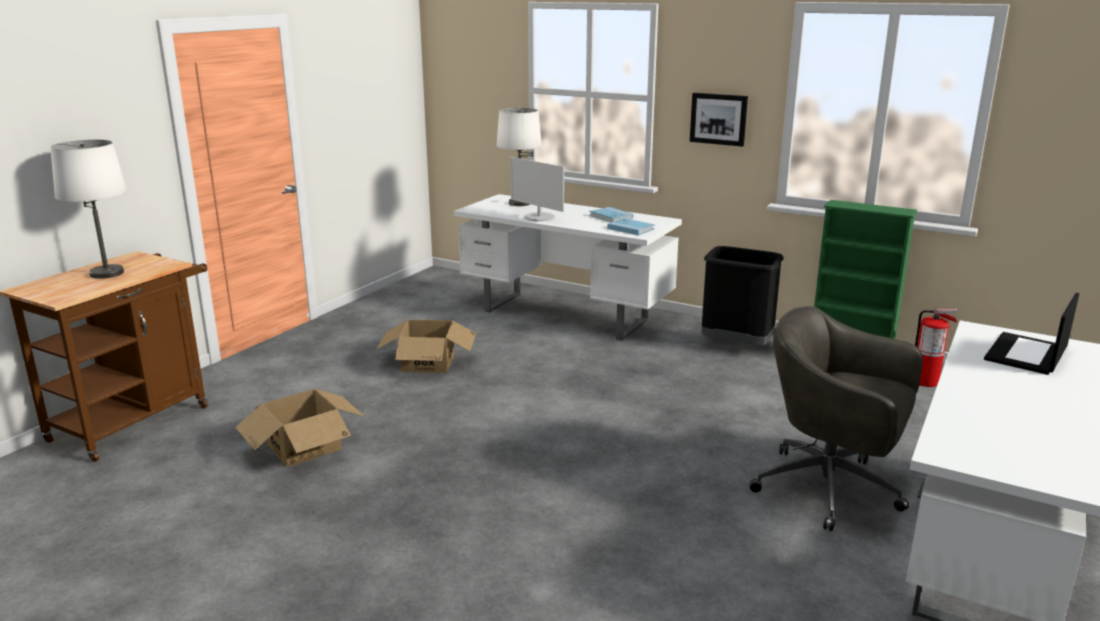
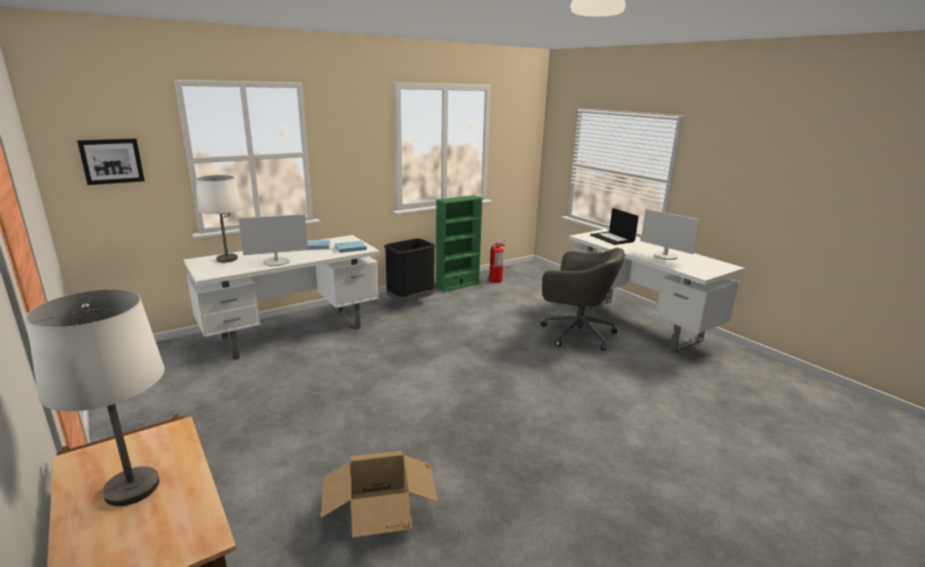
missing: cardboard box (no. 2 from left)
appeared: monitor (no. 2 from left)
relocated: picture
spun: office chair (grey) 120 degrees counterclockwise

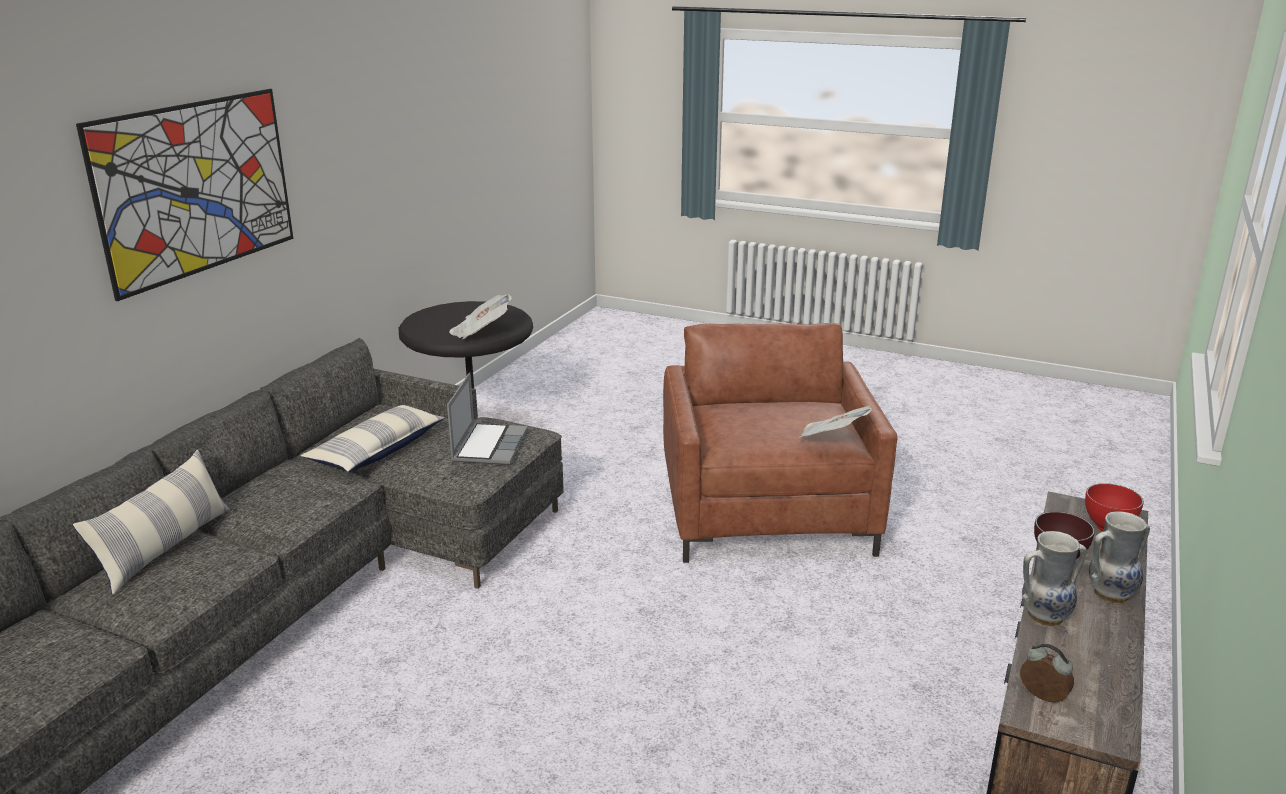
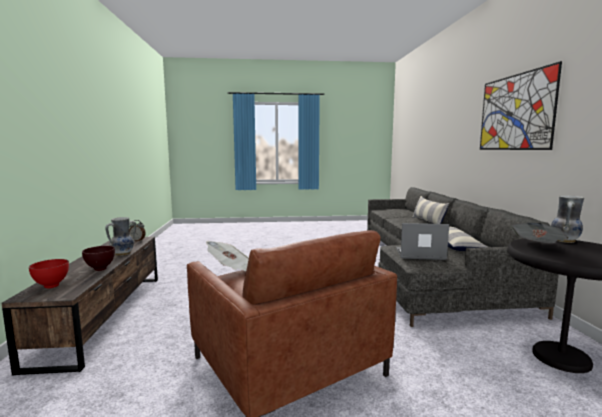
relocated: vase (no. 2 from left)
spun: laptop 120 degrees clockwise

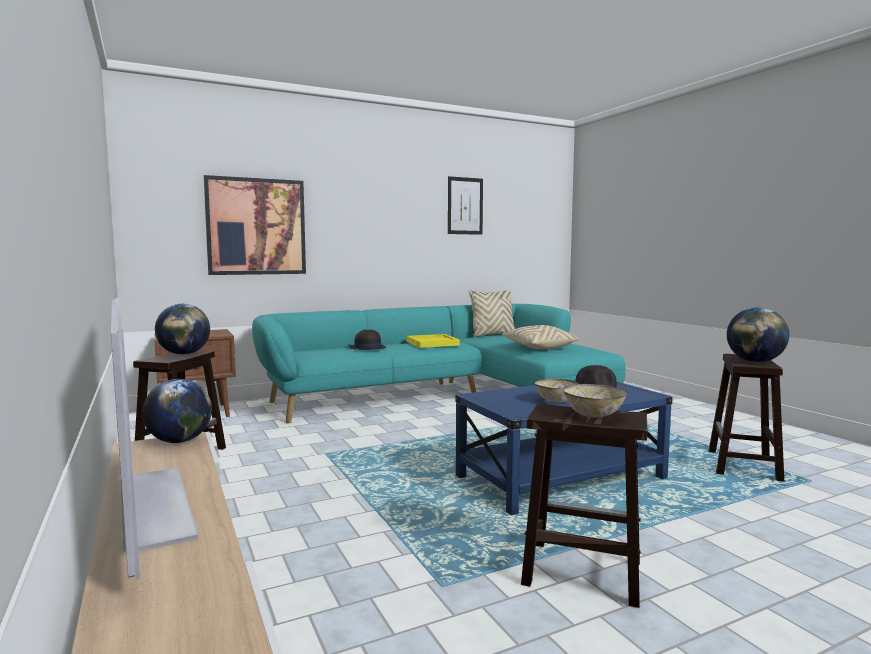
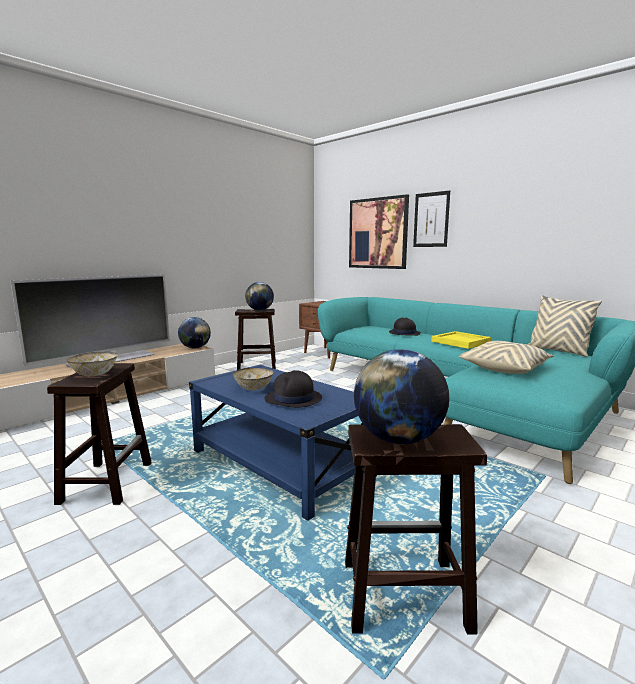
relocated: picture (no. 2 from left)

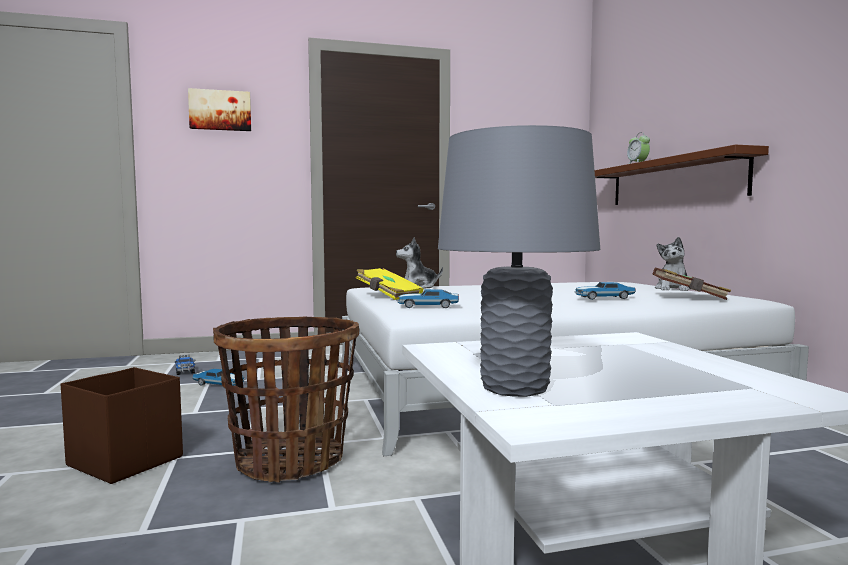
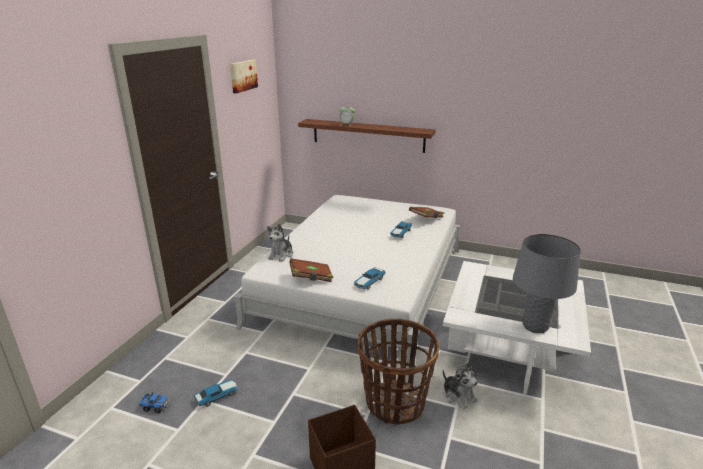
relocated: picture; plush toy (no. 2 from left)
colour: book (yellow) to book (brown) (no. 1 from left)

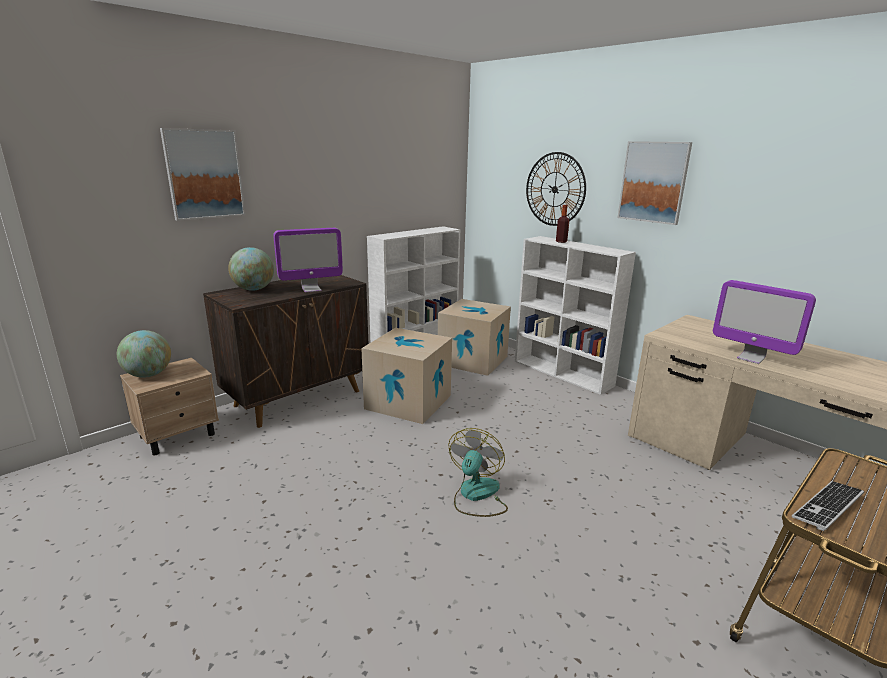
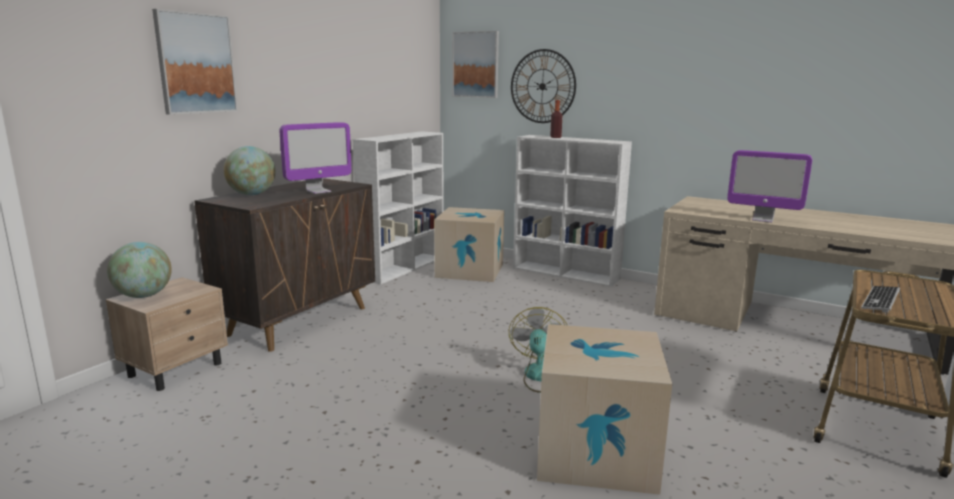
relocated: cardboard box (no. 1 from left in the first image) to cardboard box (no. 2 from left); picture (no. 2 from left)

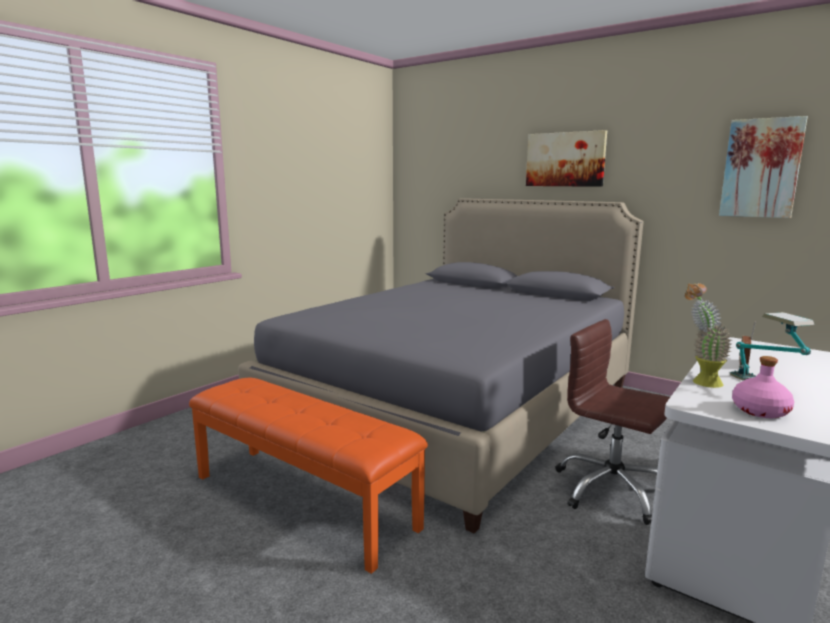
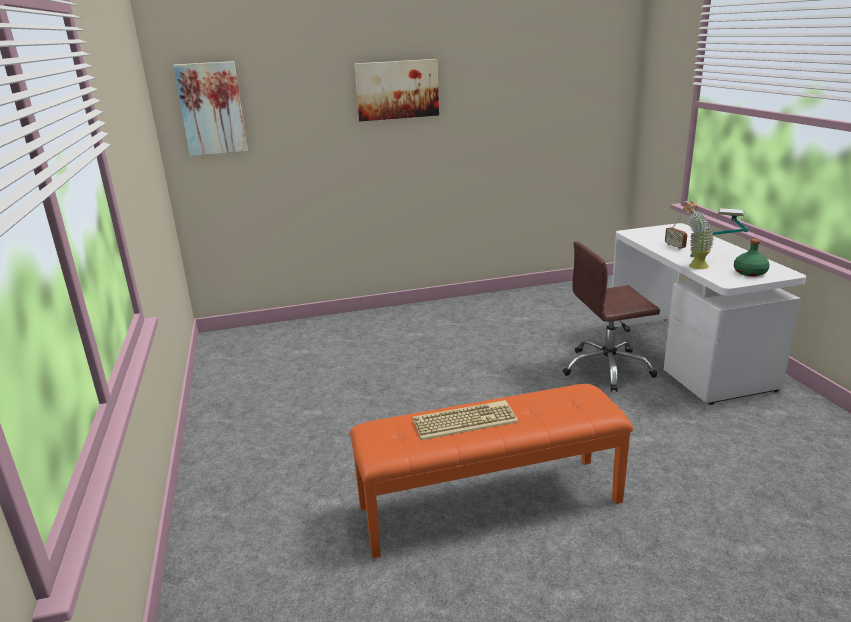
missing: bed (grey)
appeared: keyboard
relocated: picture (no. 2 from left in the first image) to picture (no. 1 from left)
colour: bottle (pink) to bottle (green)

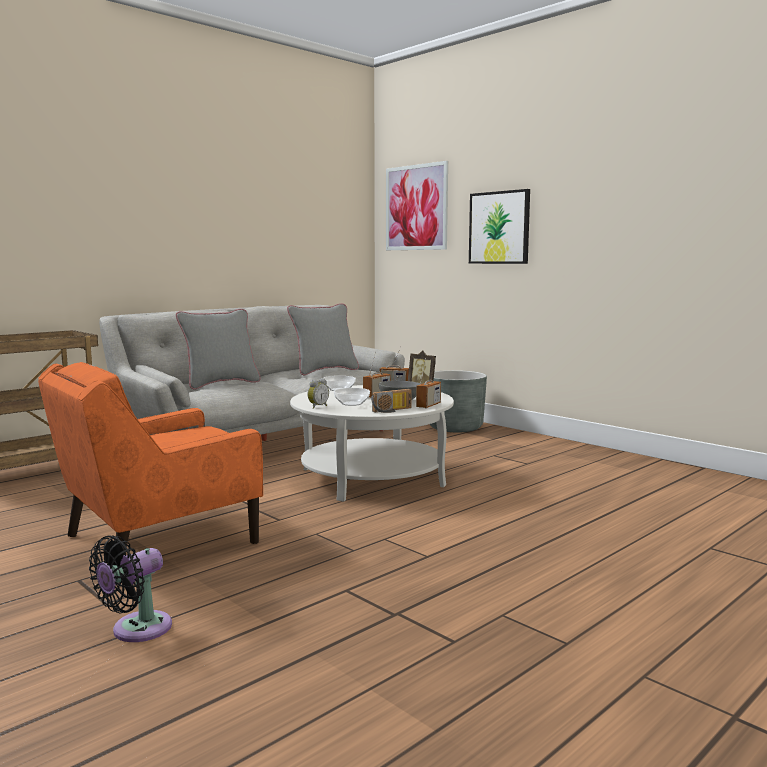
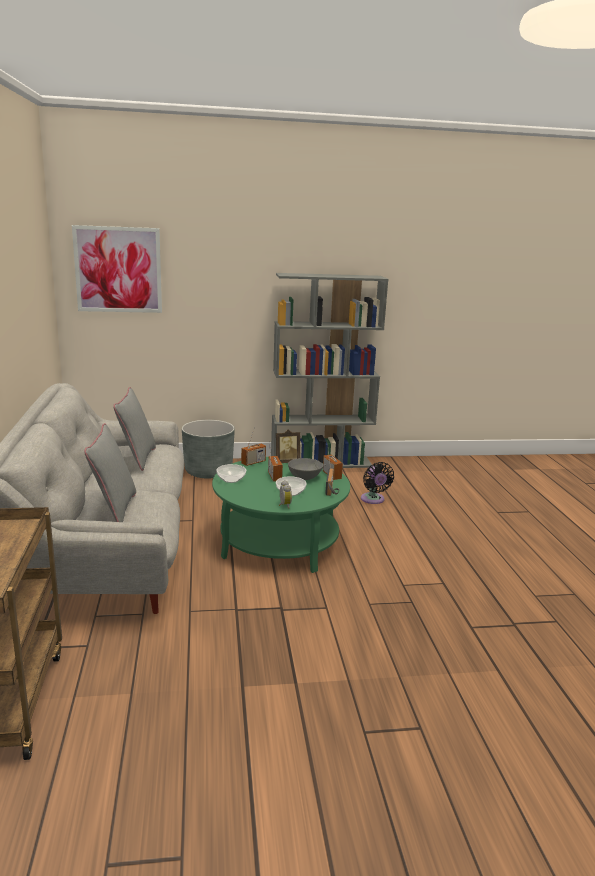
missing: armchair (orange); picture (no. 2 from left)
appeared: bookcase (grey)
relocated: fan (black)
colour: coffee table (white) to coffee table (green)

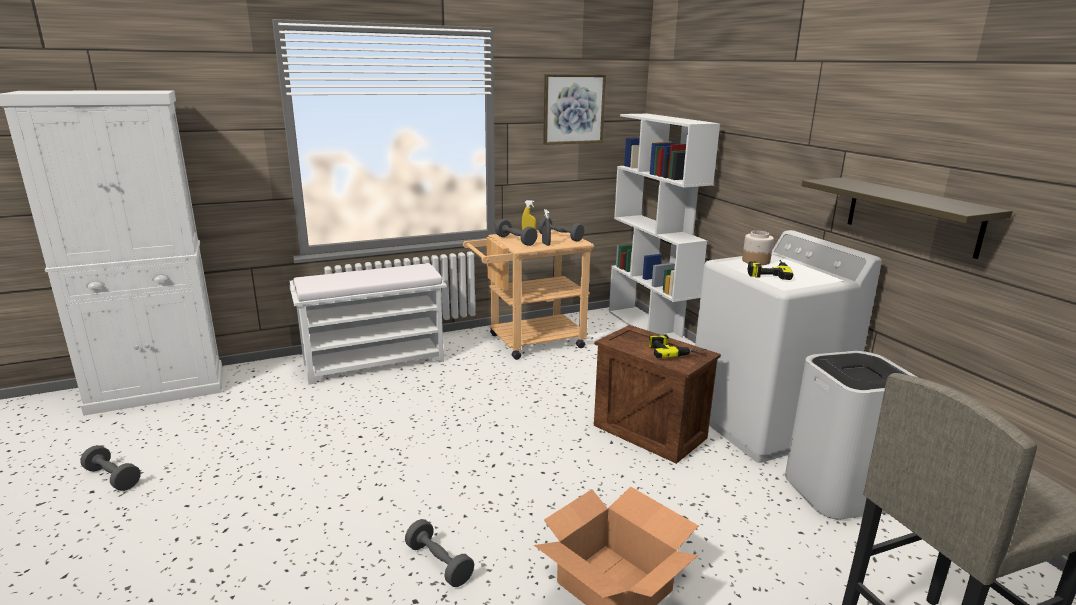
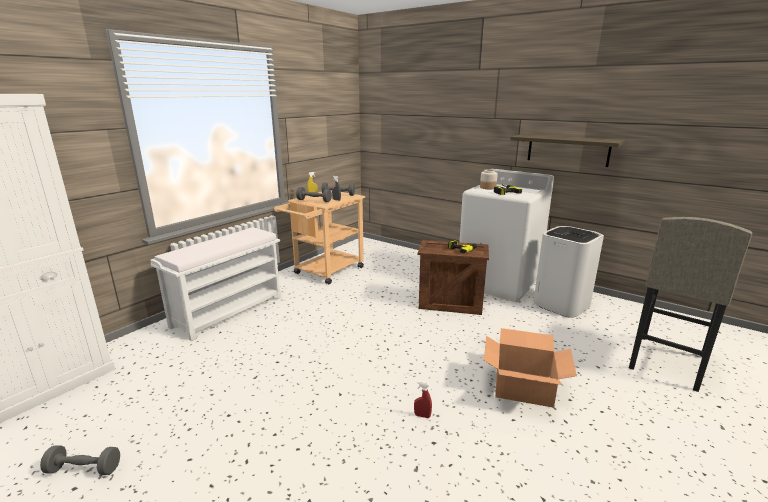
missing: picture; bookcase (white)
exchanged: dumbbell (grey) (no. 2 from left) to spray bottle (red)

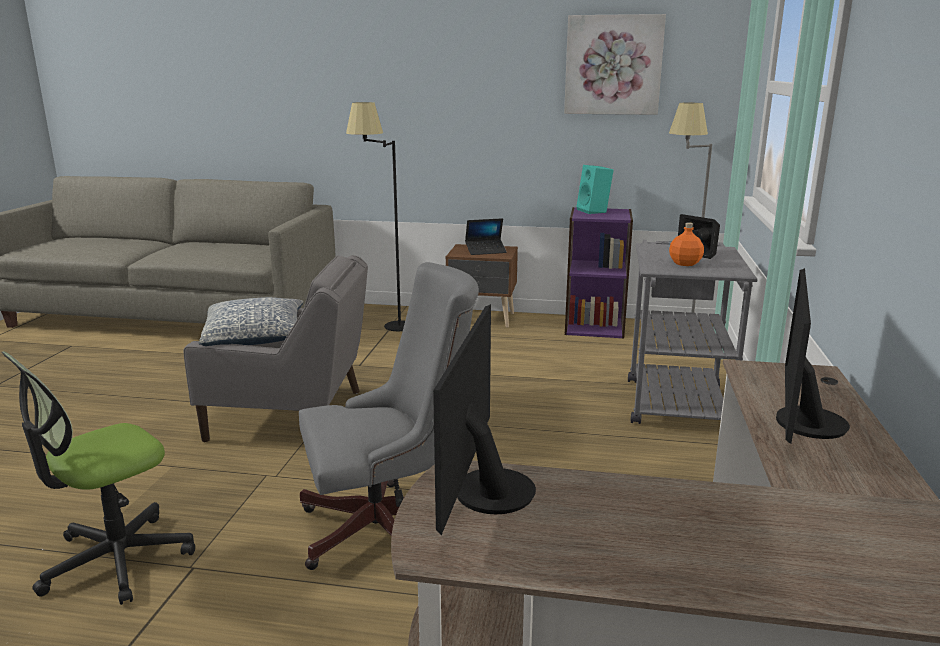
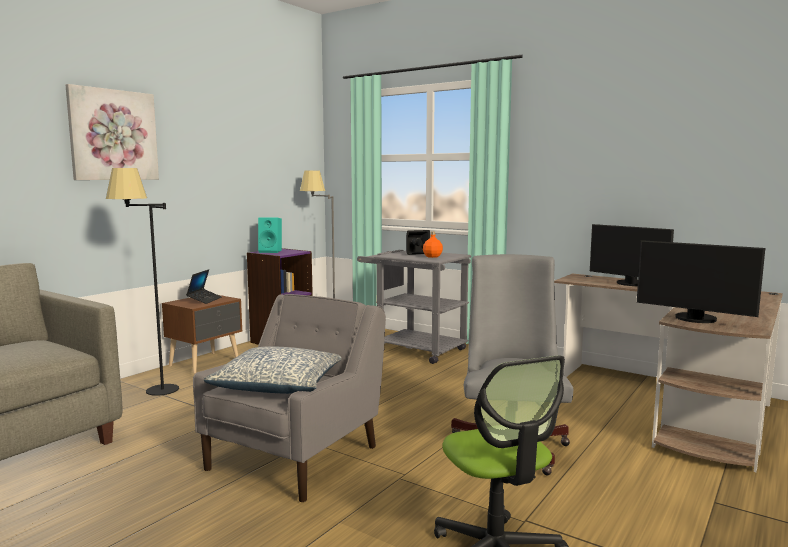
relocated: picture

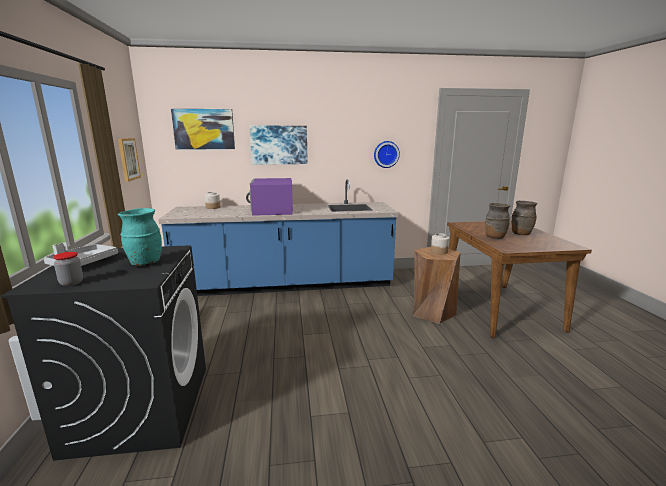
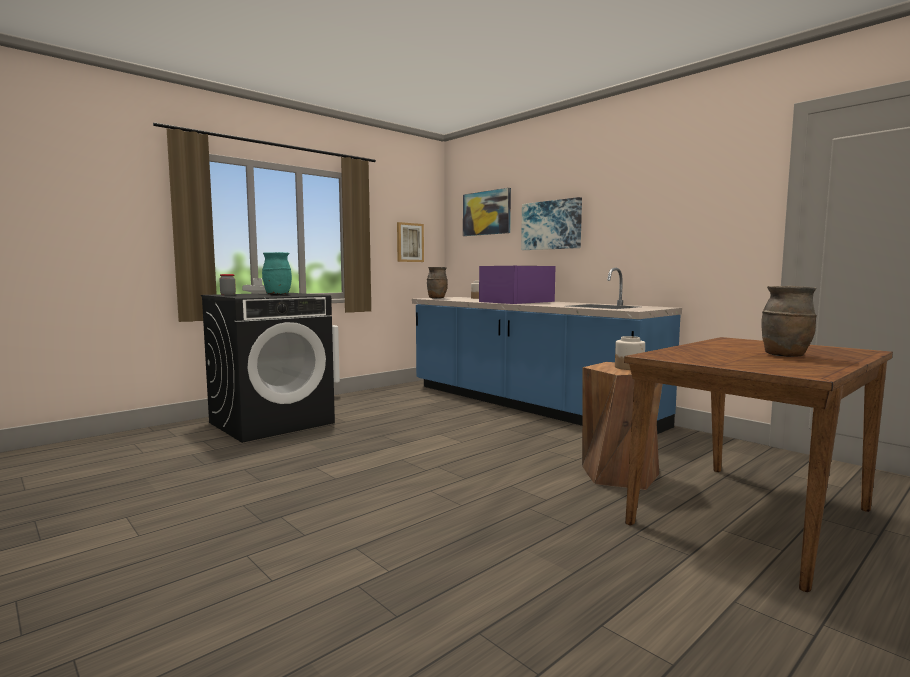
missing: wall clock
relocated: vase (brown) (no. 1 from left)

